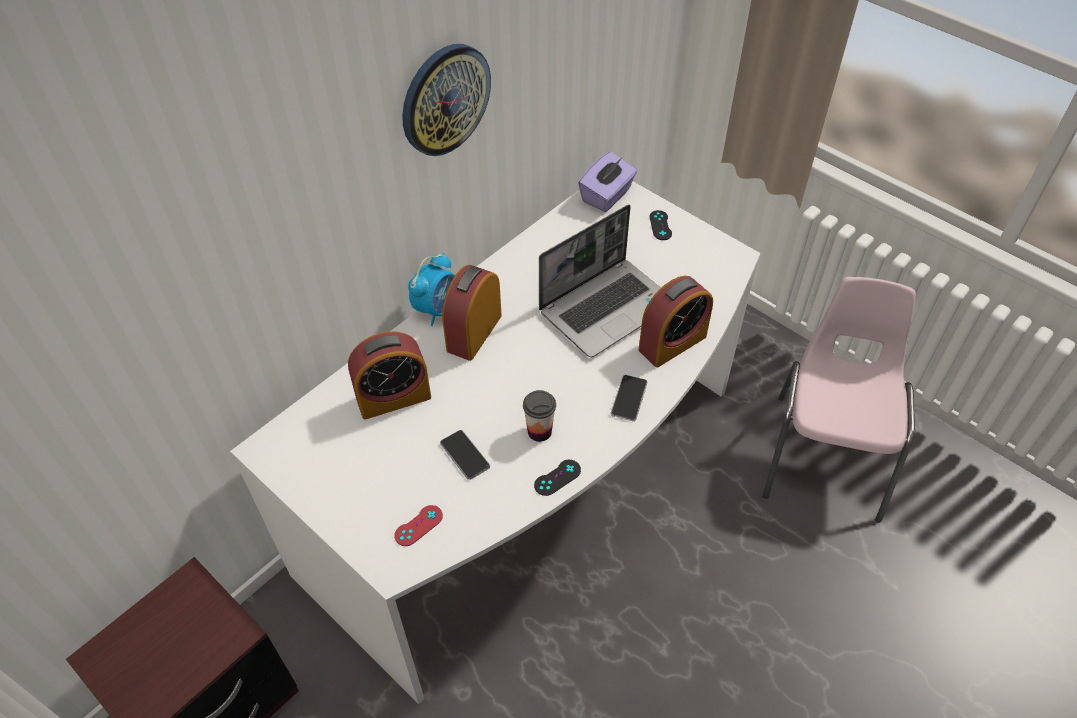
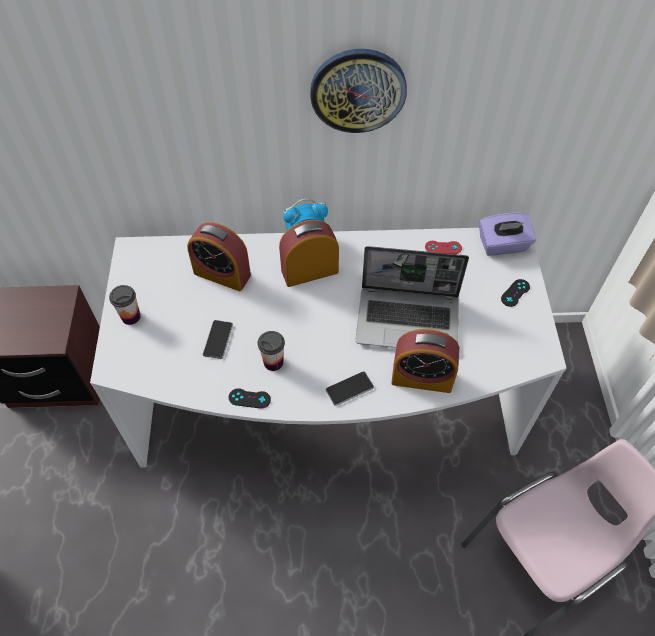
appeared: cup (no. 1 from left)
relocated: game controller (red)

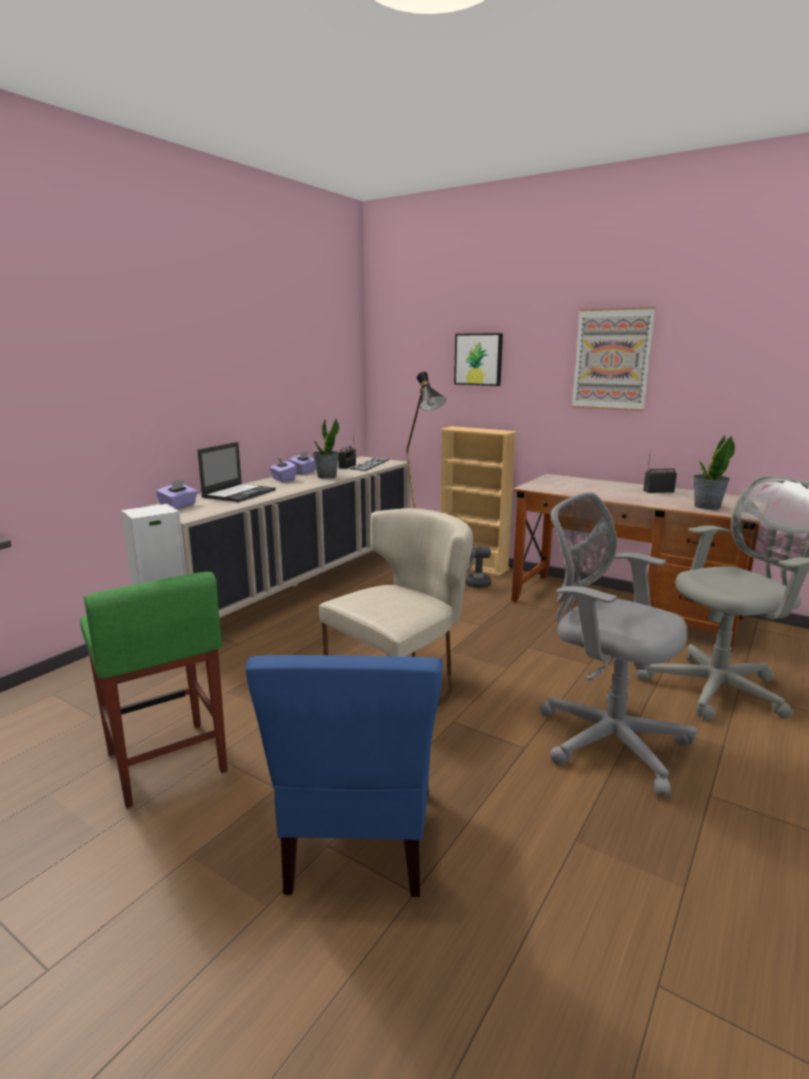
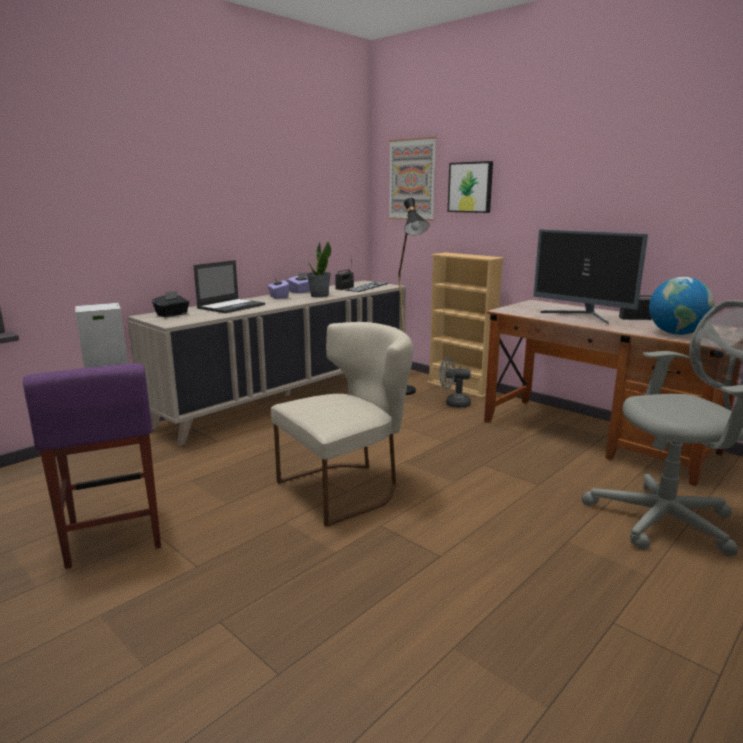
missing: chair (blue); office chair (grey) (no. 1 from left)
appeared: monitor
relocated: picture (no. 2 from left in the first image) to picture (no. 1 from left)
exchanged: potted plant (no. 2 from left) to globe
colour: stool (green) to stool (purple); tissue box (purple) (no. 1 from left) to tissue box (black)

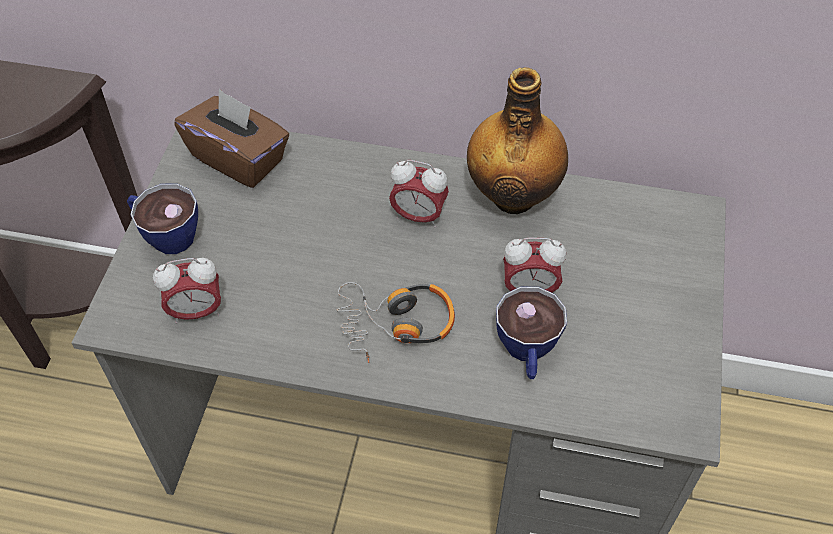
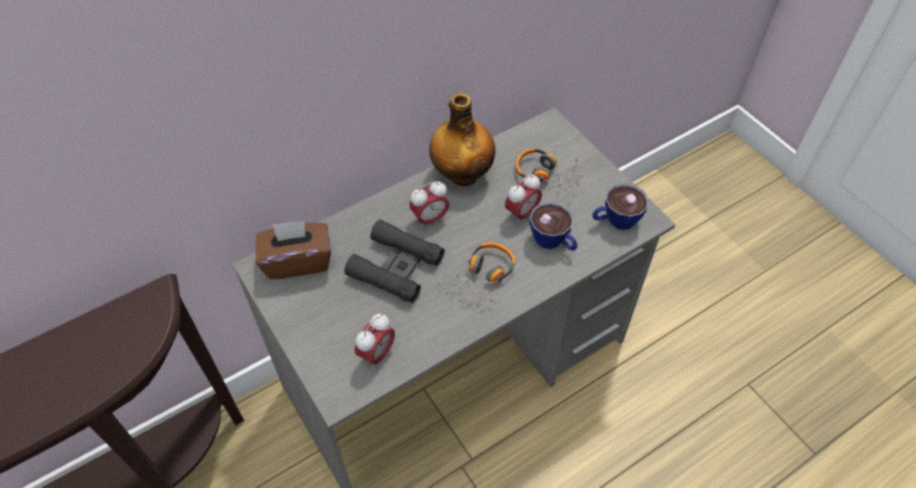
appeared: binoculars (black); headphones (no. 2 from left)
relocated: cup (no. 1 from left in the first image) to cup (no. 2 from left)

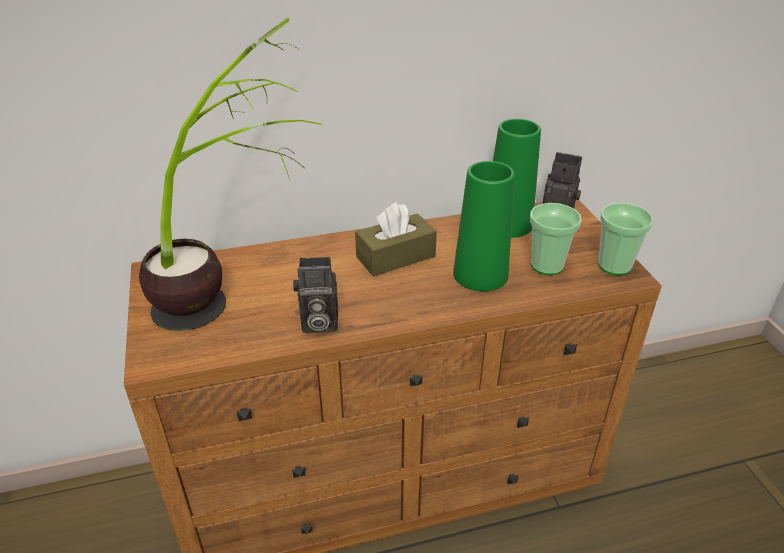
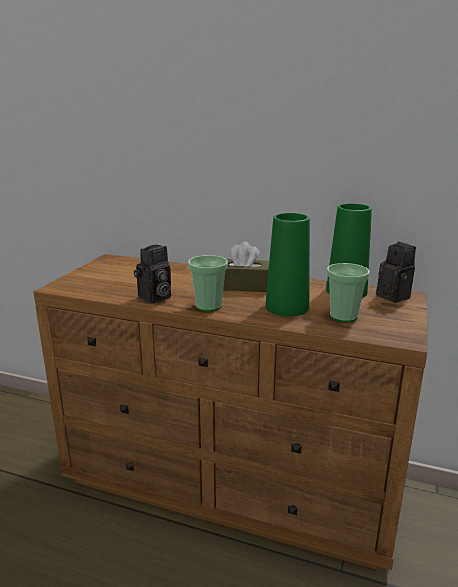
missing: potted plant
relocated: cup (no. 2 from left in the first image) to cup (no. 1 from left)
spun: photo camera (no. 1 from left) 75 degrees counterclockwise

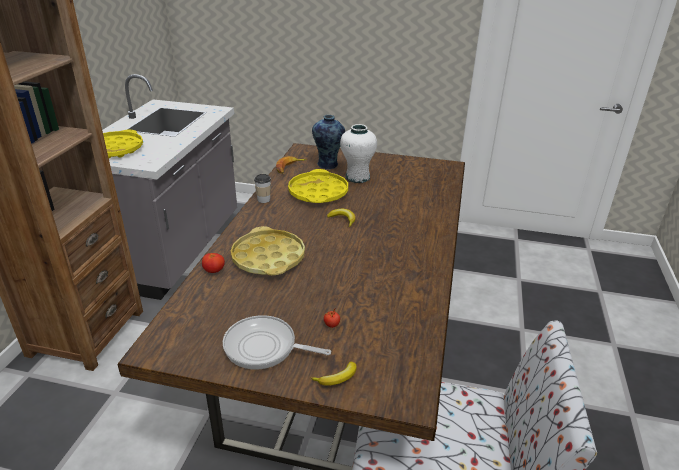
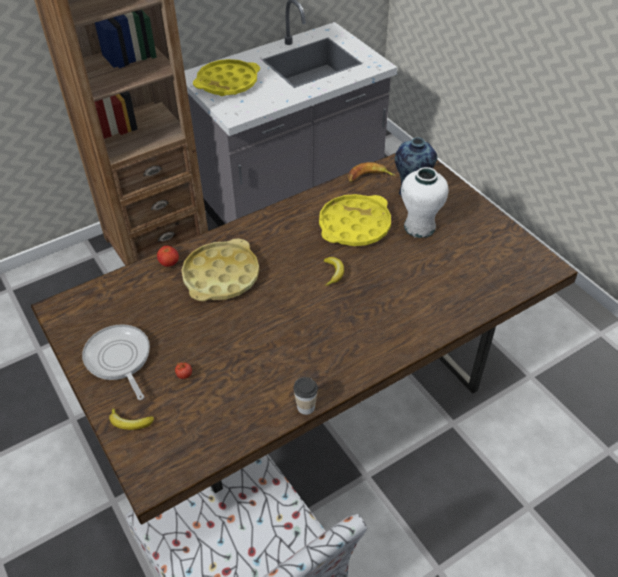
relocated: cup

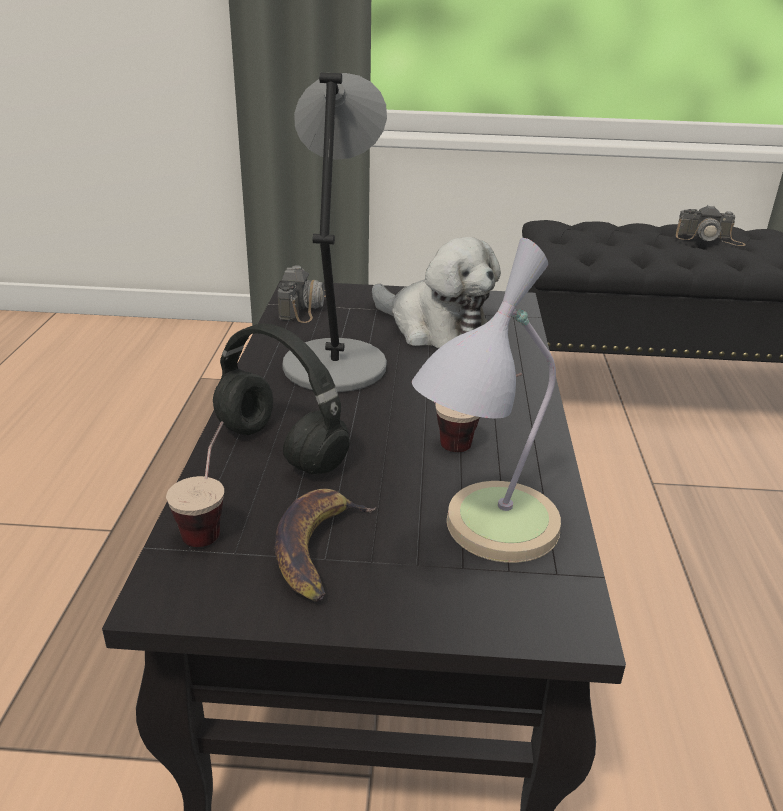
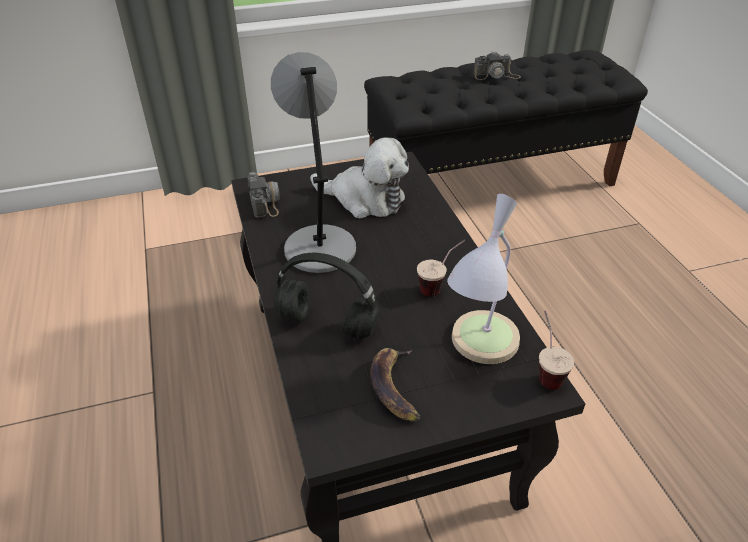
relocated: cup (no. 1 from left in the first image) to cup (no. 2 from left)

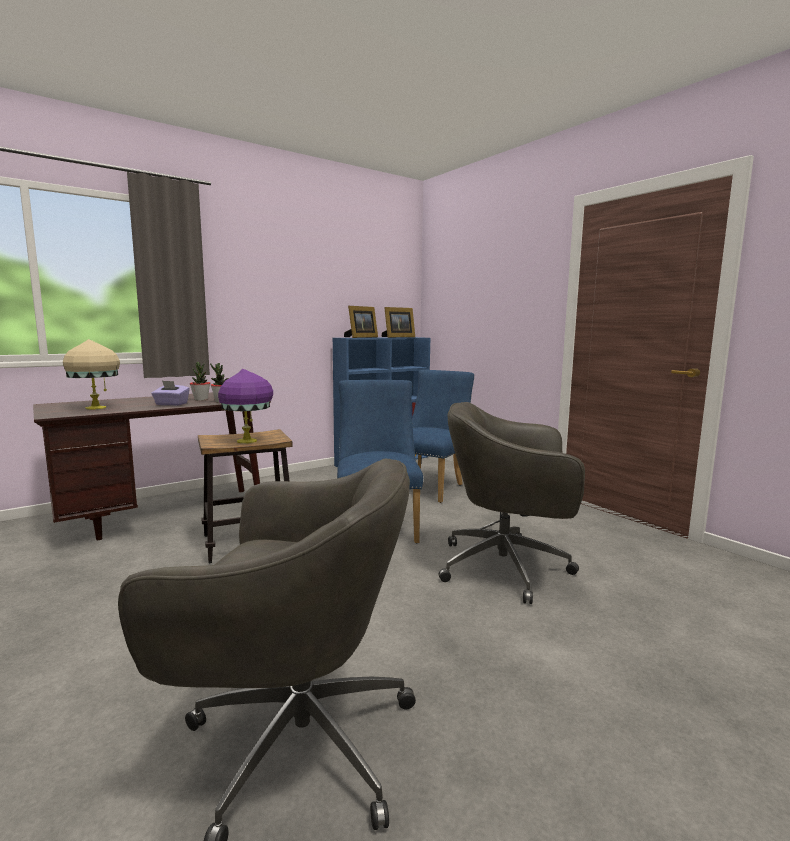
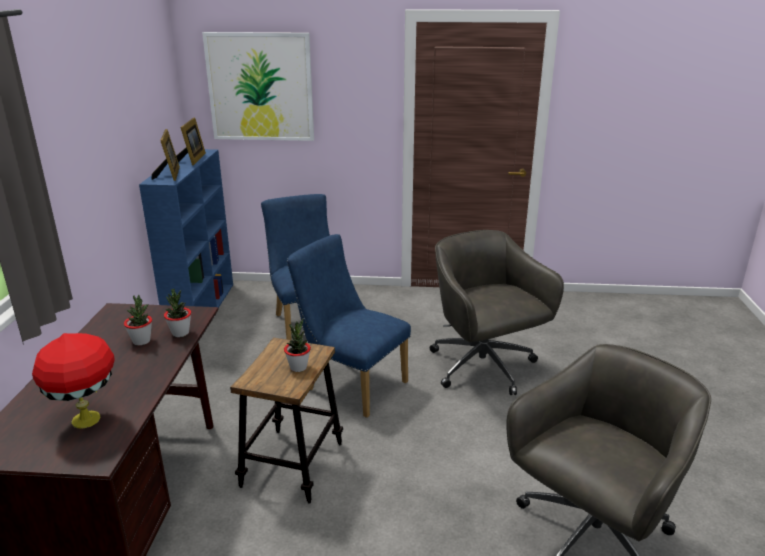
missing: tissue box (purple)
appeared: picture
exchanged: table lamp (purple) to potted plant (no. 3 from left)
colour: table lamp (beige) to table lamp (red)
spun: office chair (grey) (no. 2 from left in the first image) 105 degrees clockwise

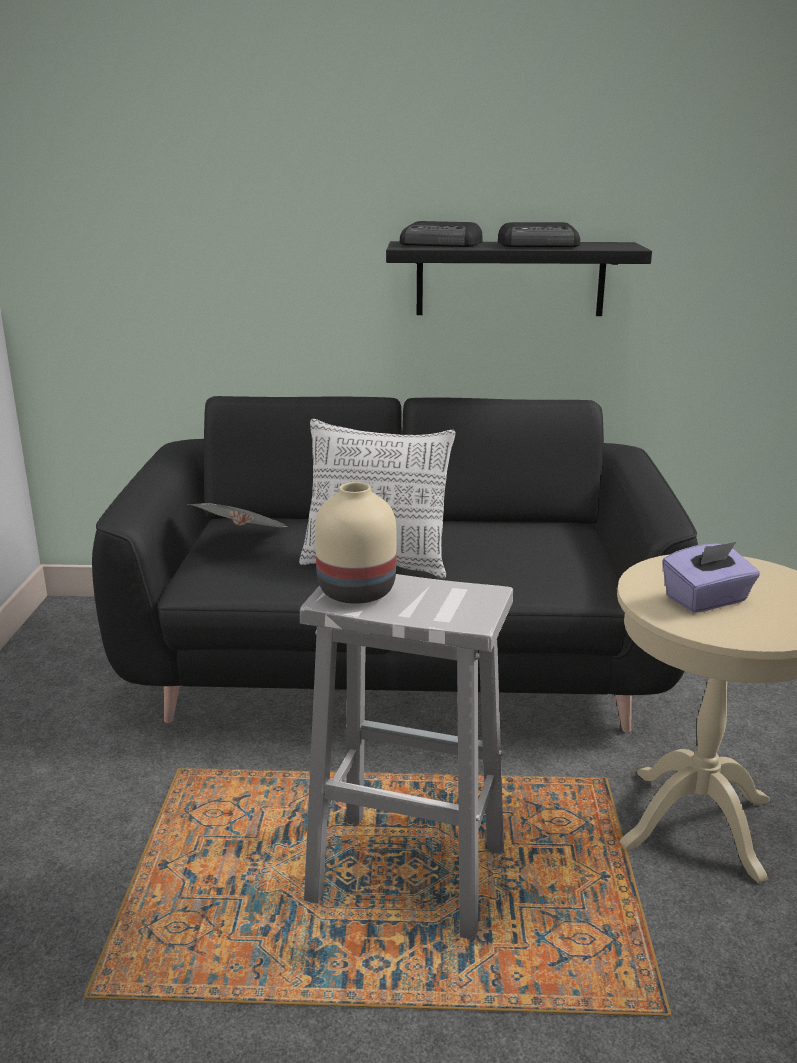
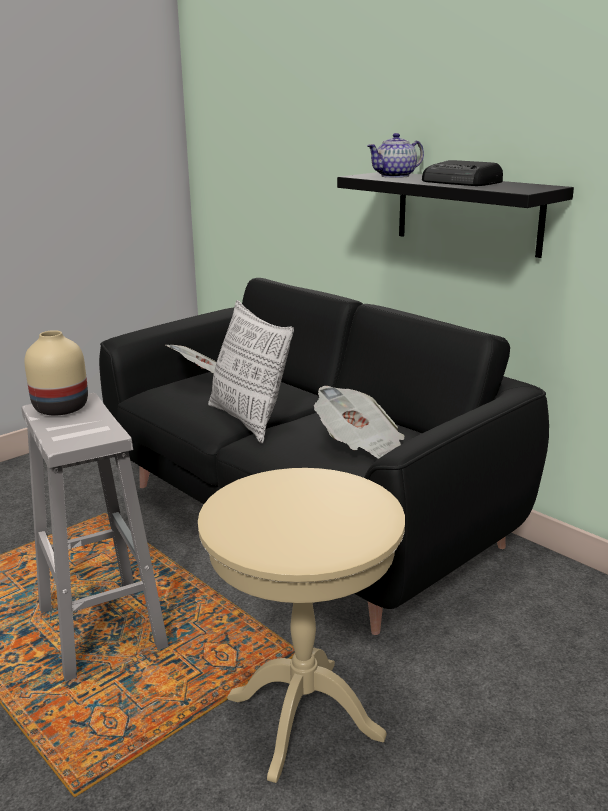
missing: tissue box (purple)
appeared: newspaper (no. 2 from left)
exchanged: radio (no. 1 from left) to teapot

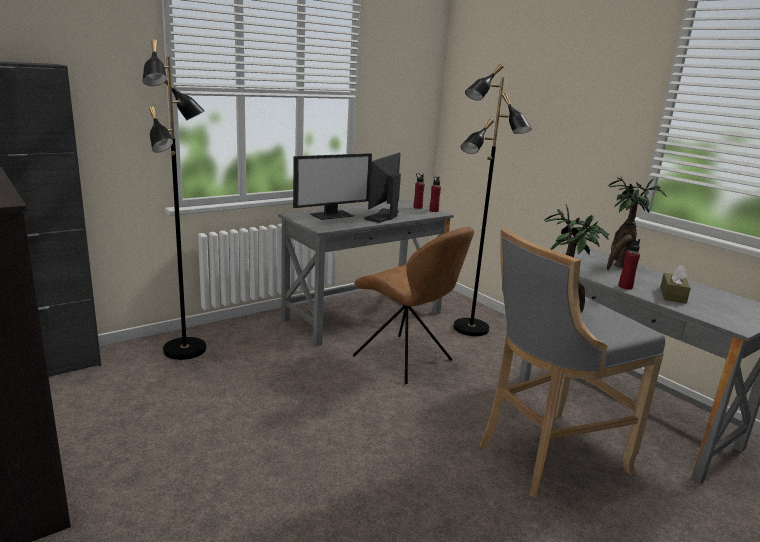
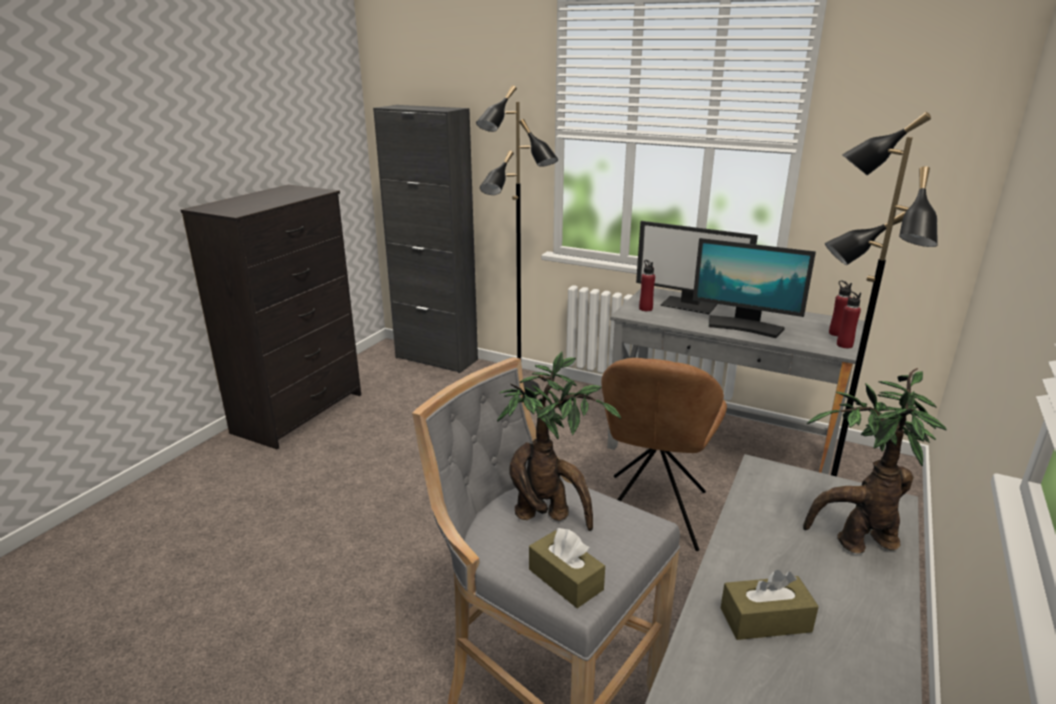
appeared: tissue box (brown) (no. 1 from left)
relocated: bottle (red) (no. 3 from left in the first image) to bottle (red) (no. 1 from left)
spun: monitor (no. 2 from left) 150 degrees counterclockwise

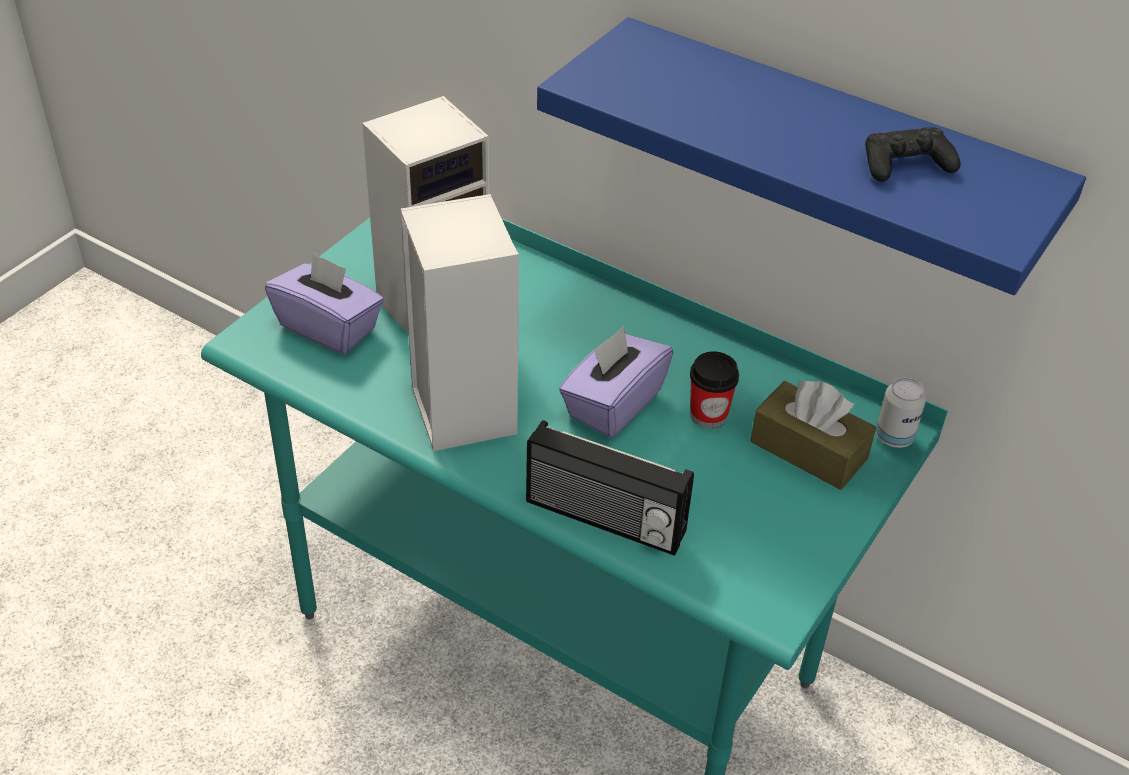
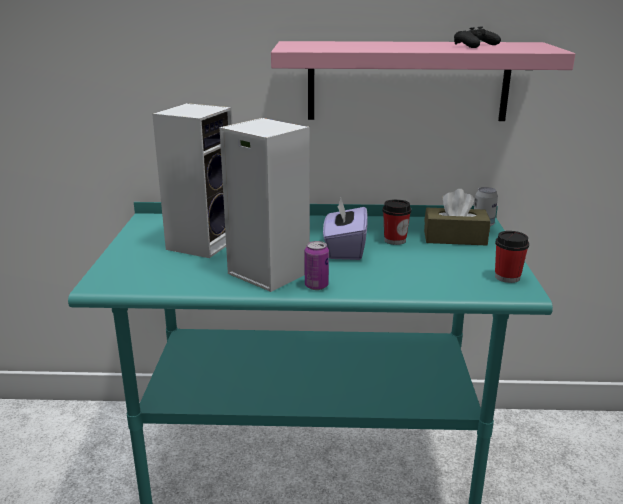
missing: tissue box (purple) (no. 1 from left); radio
appeared: can (no. 1 from left); cup (no. 2 from left)
colour: shelf (blue) to shelf (pink)

